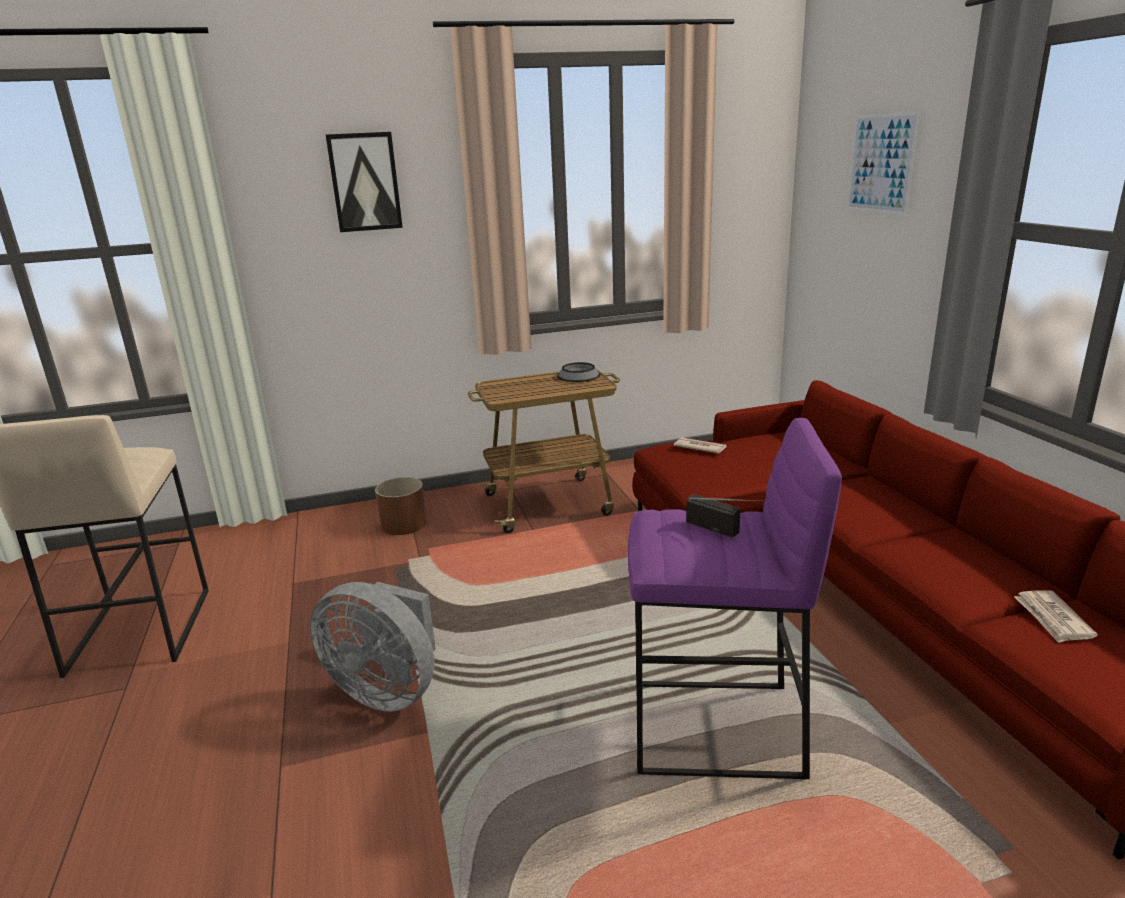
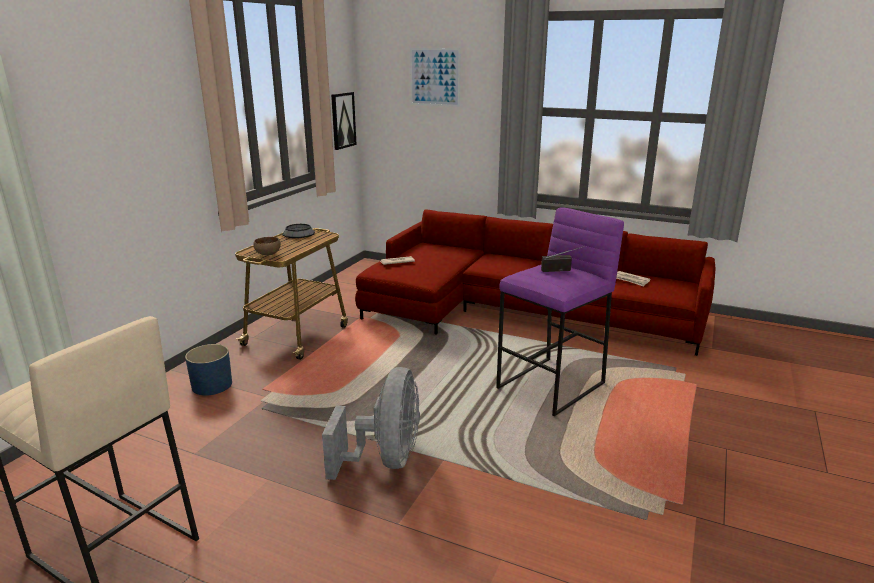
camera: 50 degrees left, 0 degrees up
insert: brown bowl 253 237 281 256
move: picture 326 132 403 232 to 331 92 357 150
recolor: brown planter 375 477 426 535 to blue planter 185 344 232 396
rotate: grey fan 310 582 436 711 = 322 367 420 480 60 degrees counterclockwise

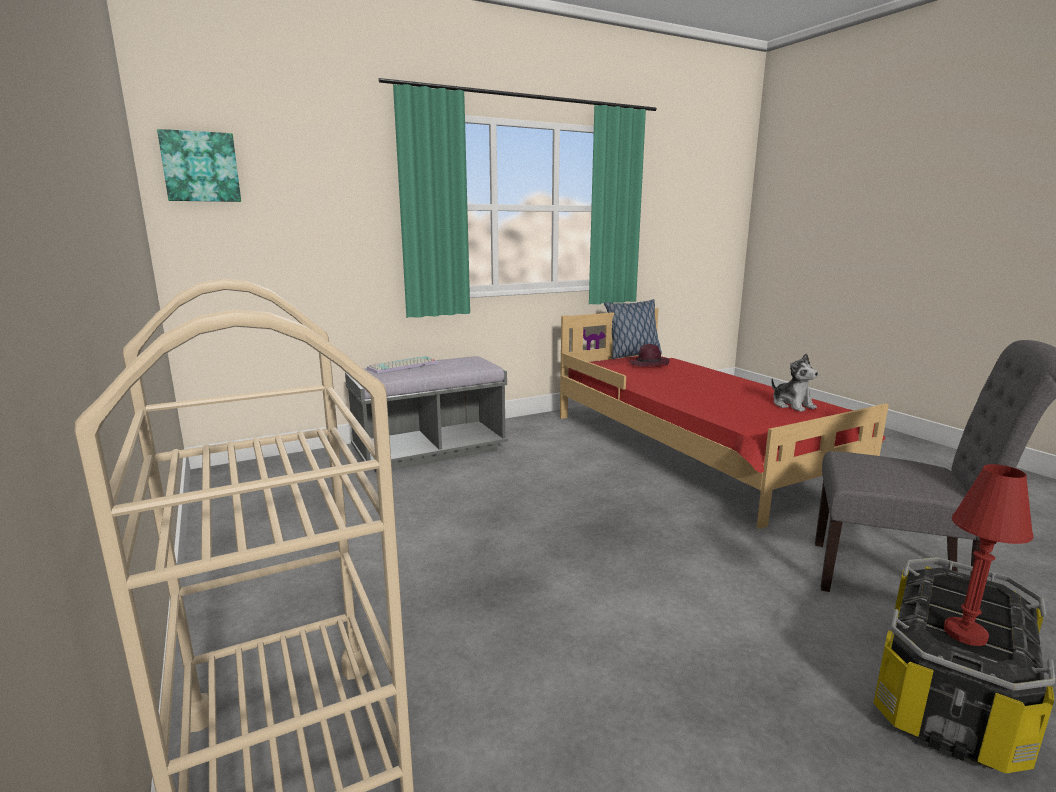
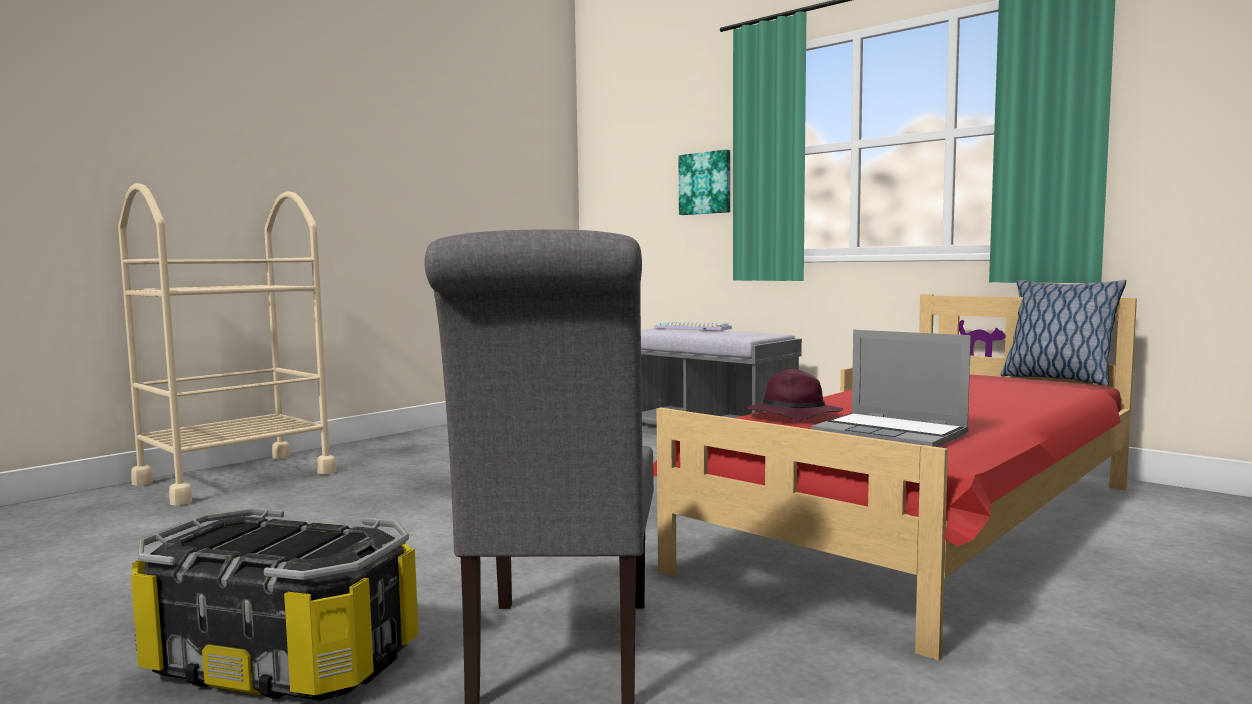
camera: 70 degrees right, 10 degrees down
delete: red table lamp 944 464 1034 646
move: picture 157 129 241 202 to 679 149 730 215; purple hat 629 344 670 366 to 746 369 843 421
replace: plush toy 771 353 819 412 to laptop 811 330 971 447

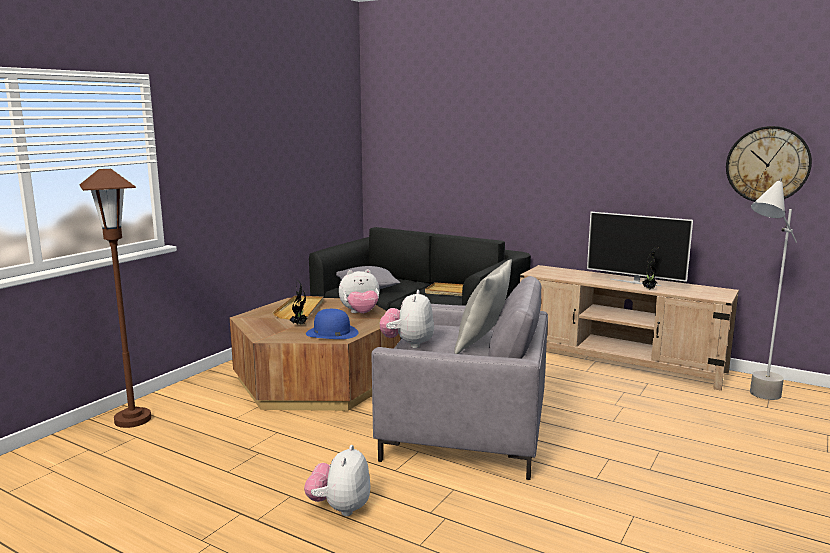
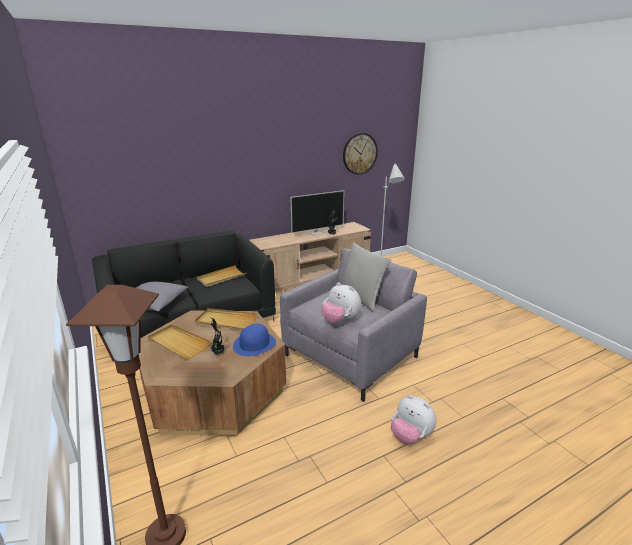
camera: 60 degrees left, 10 degrees up
replace: plush toy 339 269 379 313 to beige tray 195 308 257 330

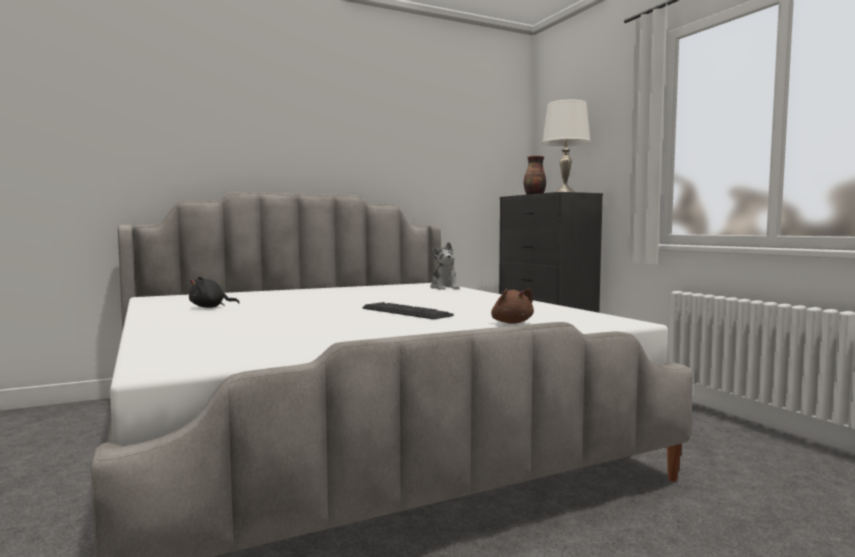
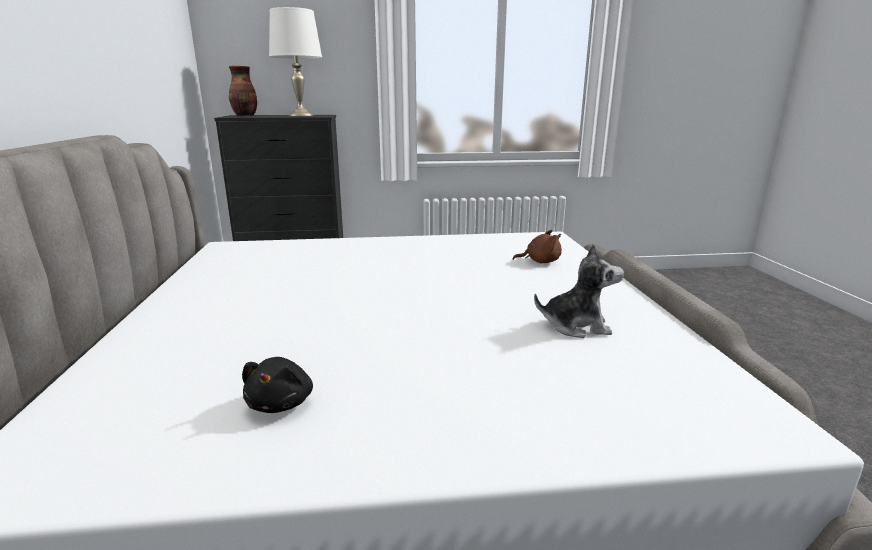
camera: 70 degrees left, 15 degrees up
delete: keyboard 363 302 454 319
move: plush toy 430 242 460 290 to 534 243 624 338

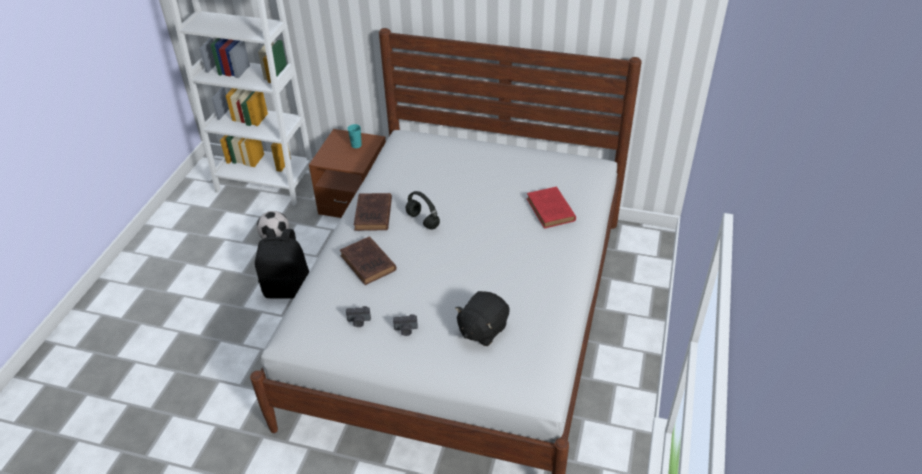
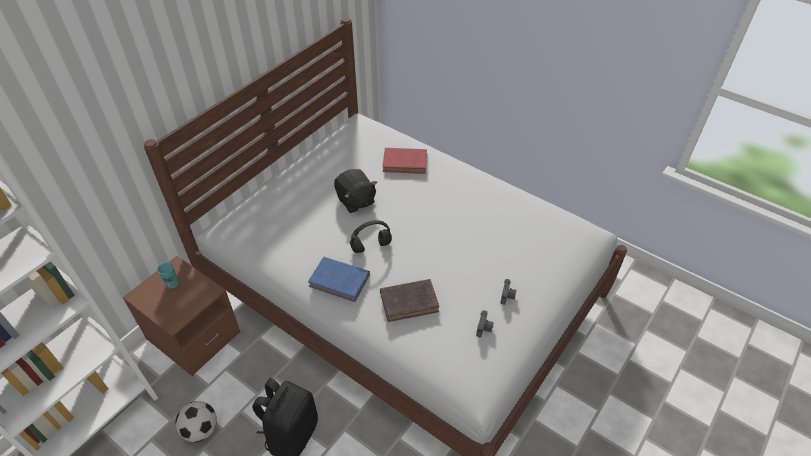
camera: 70 degrees left, 5 degrees up
move: black plush toy 455 291 510 346 to 334 169 377 213
recolor: brown book 354 193 392 231 to blue book 308 257 370 302

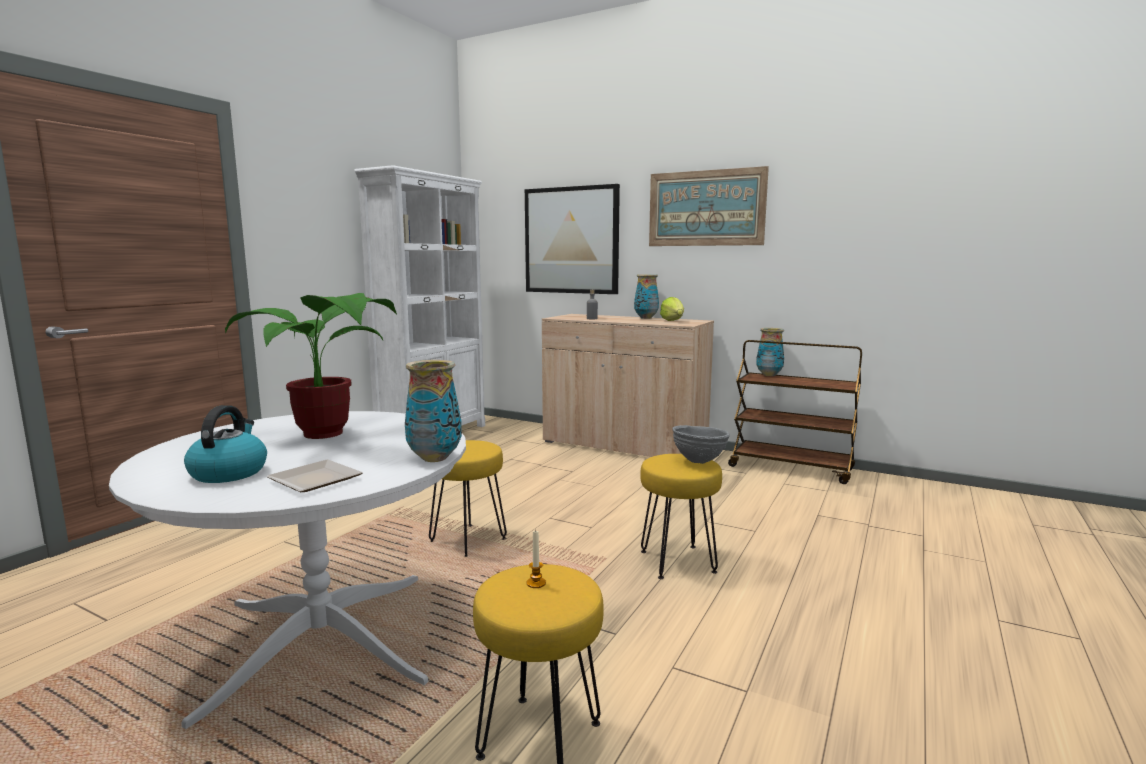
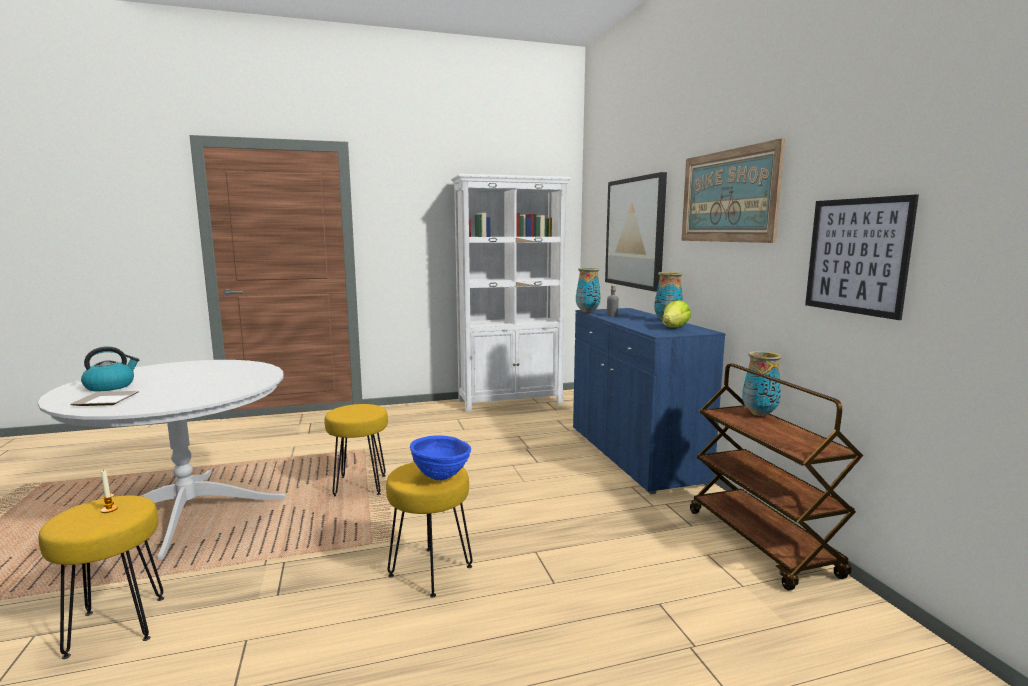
camera: 45 degrees right, 0 degrees up
delete: potted plant 225 293 397 439
insert: picture 805 195 919 320
move: vase 405 360 462 462 to 576 268 601 313
recolor: grey bowl 672 425 730 464 to blue bowl 410 435 471 481; beige cabinet 542 314 714 457 to blue cabinet 573 308 726 494

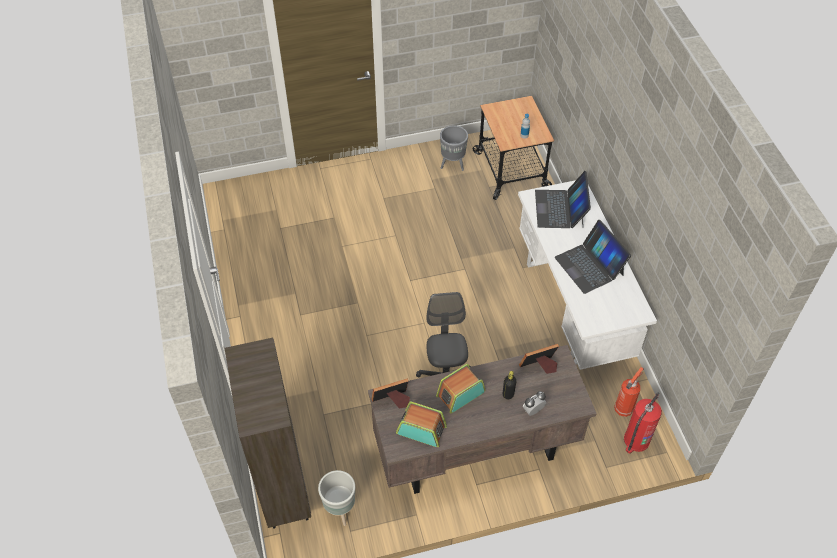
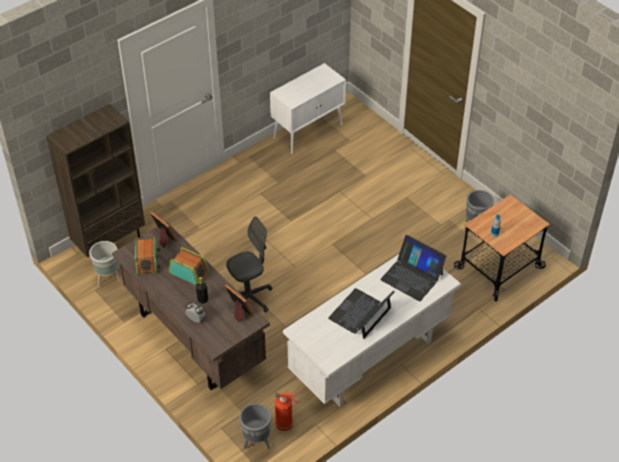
camera: 65 degrees right, 5 degrees down
insert: white cabinet 270 63 346 154
replace: fire extinguisher 624 392 662 453 to grey planter 239 403 271 449
rotate: laptop 535 171 591 228 = 380 235 447 301 120 degrees counterclockwise

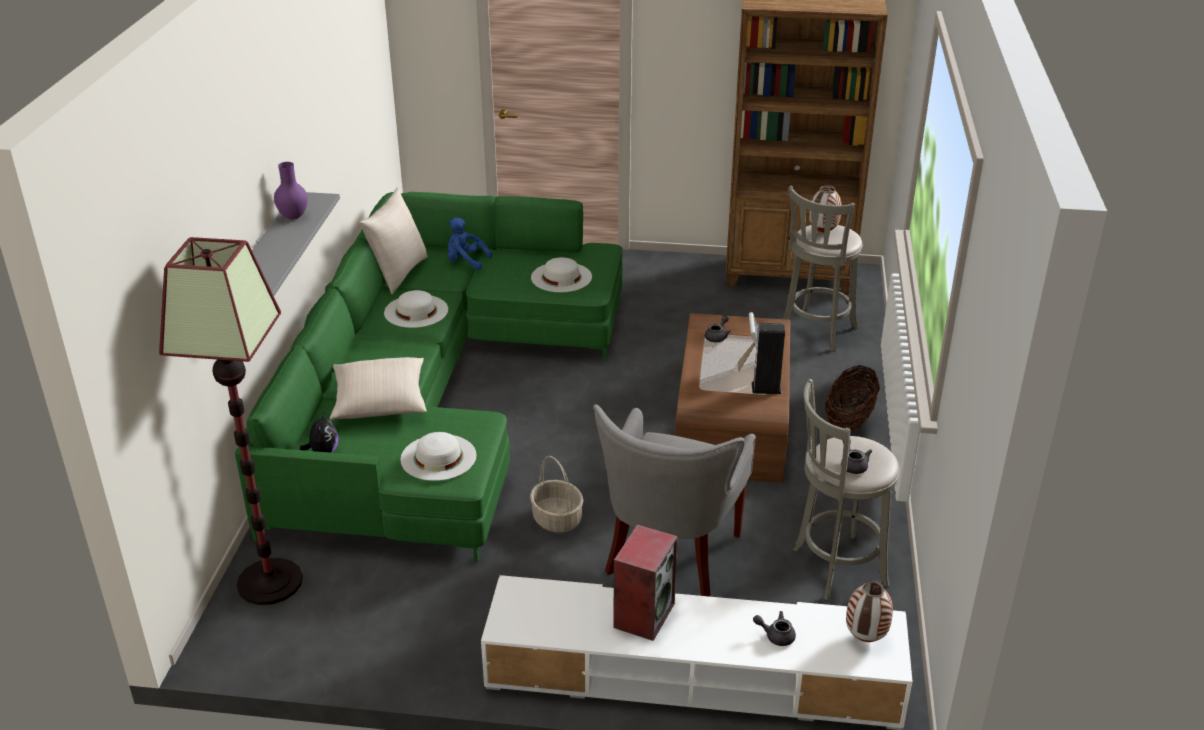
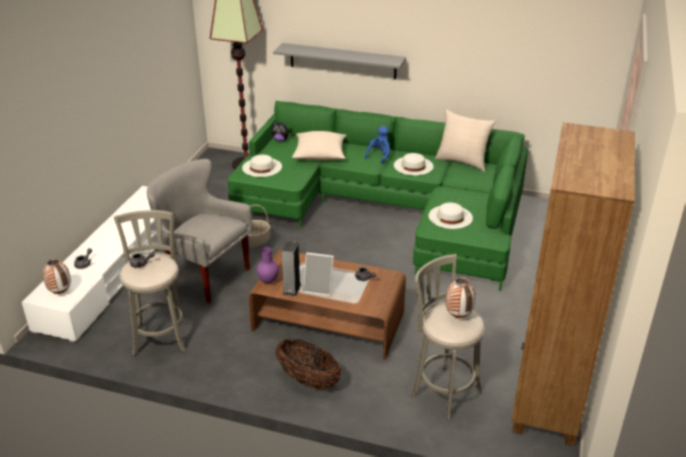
camera: 100 degrees right, 0 degrees up
delete: speaker 613 525 678 641
move: purple vase 274 162 308 220 to 257 247 279 284; blue plush toy 448 217 492 270 to 365 126 390 164

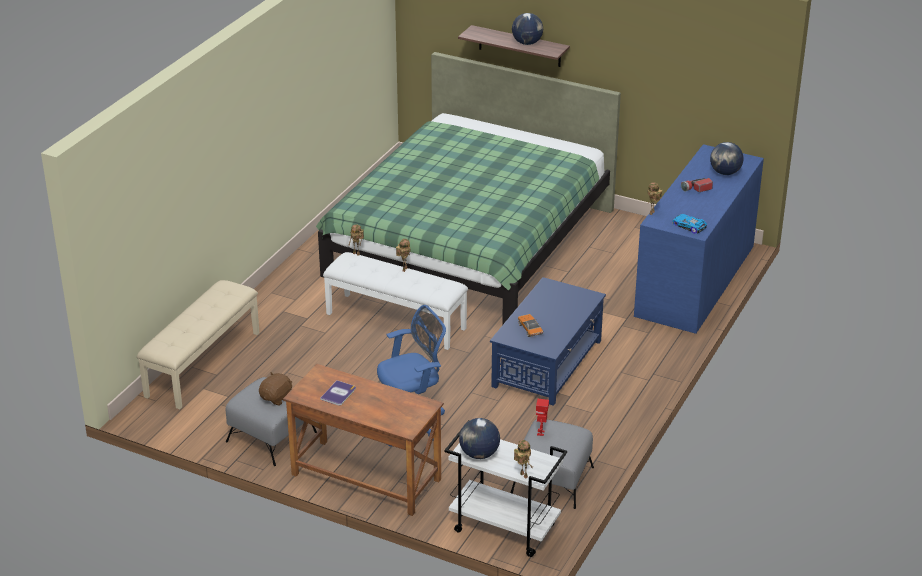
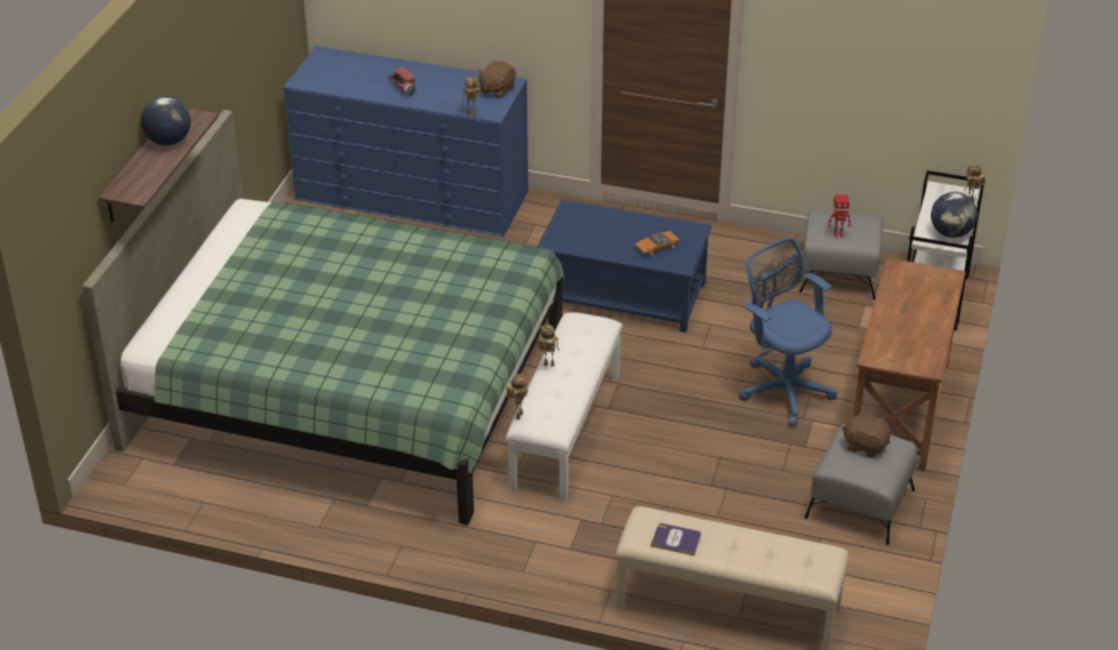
camera: 100 degrees left, 5 degrees up
delete: globe 710 142 743 175
move: book 320 380 356 406 to 651 523 701 556
replace: toy car 672 214 707 234 to brown plush toy 477 61 516 98

